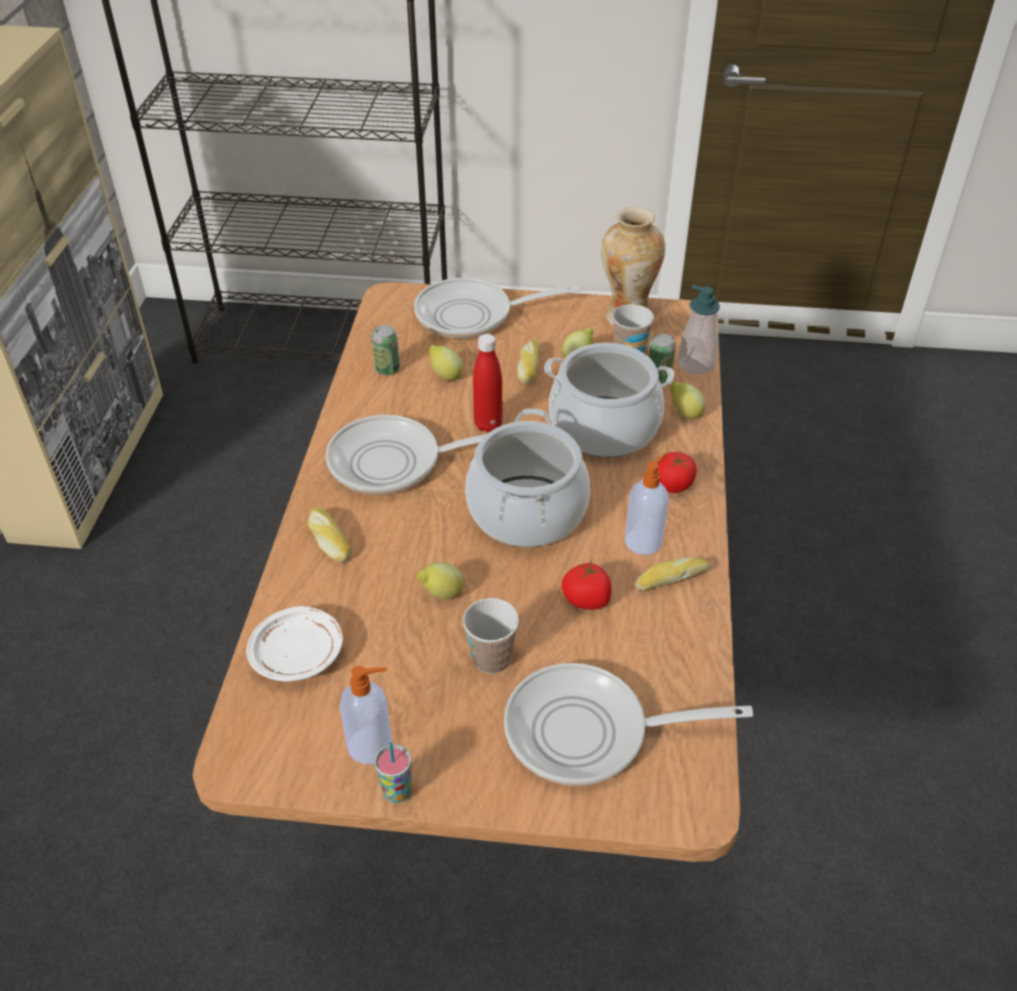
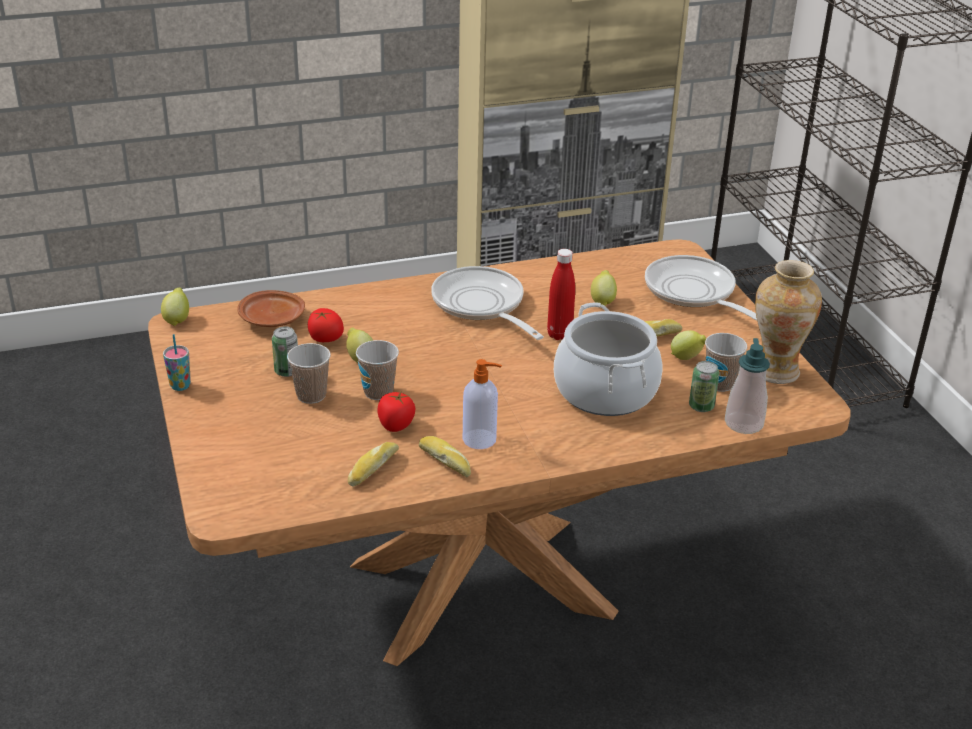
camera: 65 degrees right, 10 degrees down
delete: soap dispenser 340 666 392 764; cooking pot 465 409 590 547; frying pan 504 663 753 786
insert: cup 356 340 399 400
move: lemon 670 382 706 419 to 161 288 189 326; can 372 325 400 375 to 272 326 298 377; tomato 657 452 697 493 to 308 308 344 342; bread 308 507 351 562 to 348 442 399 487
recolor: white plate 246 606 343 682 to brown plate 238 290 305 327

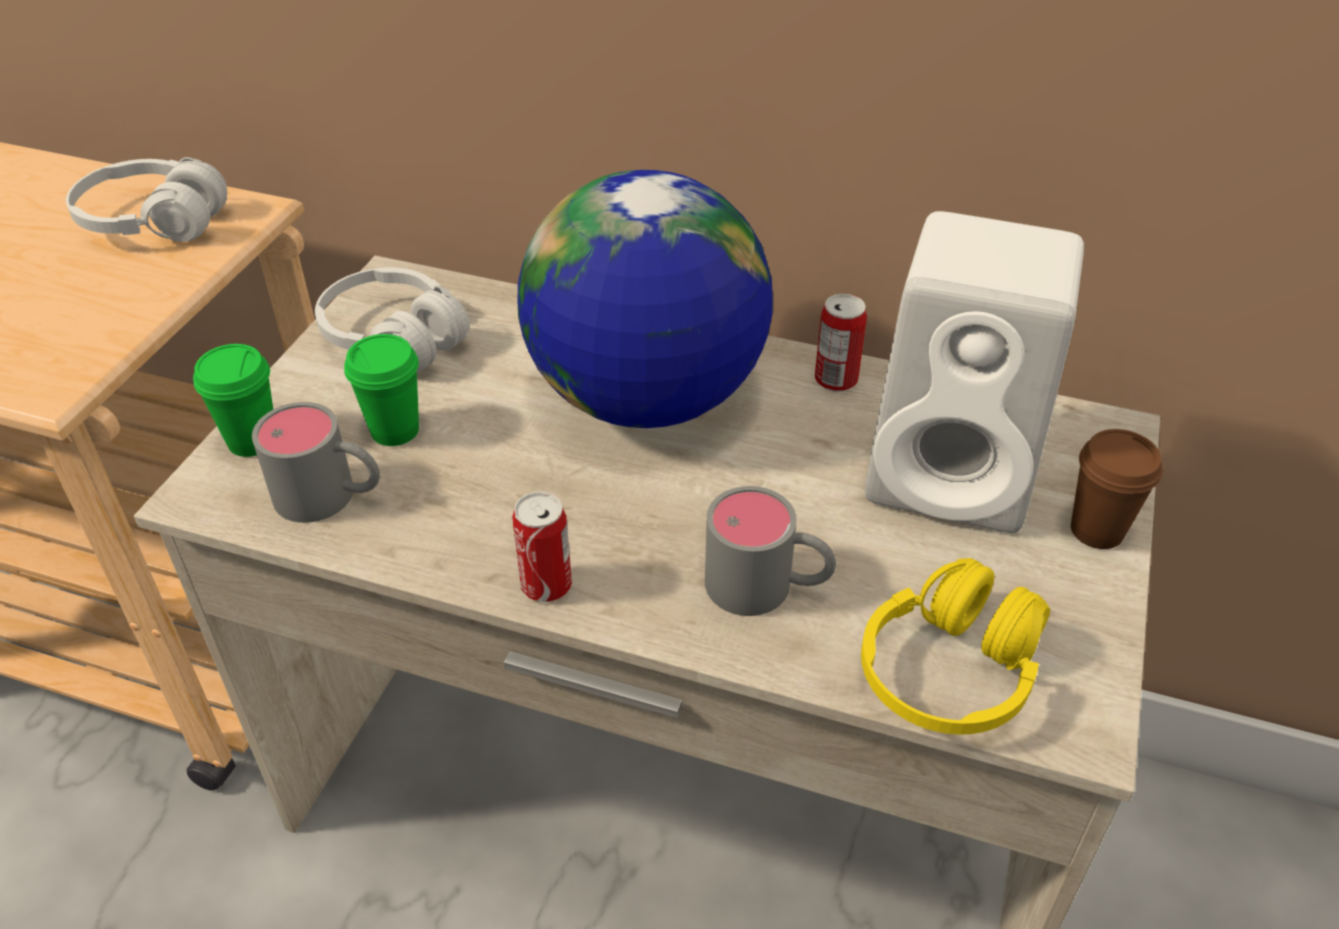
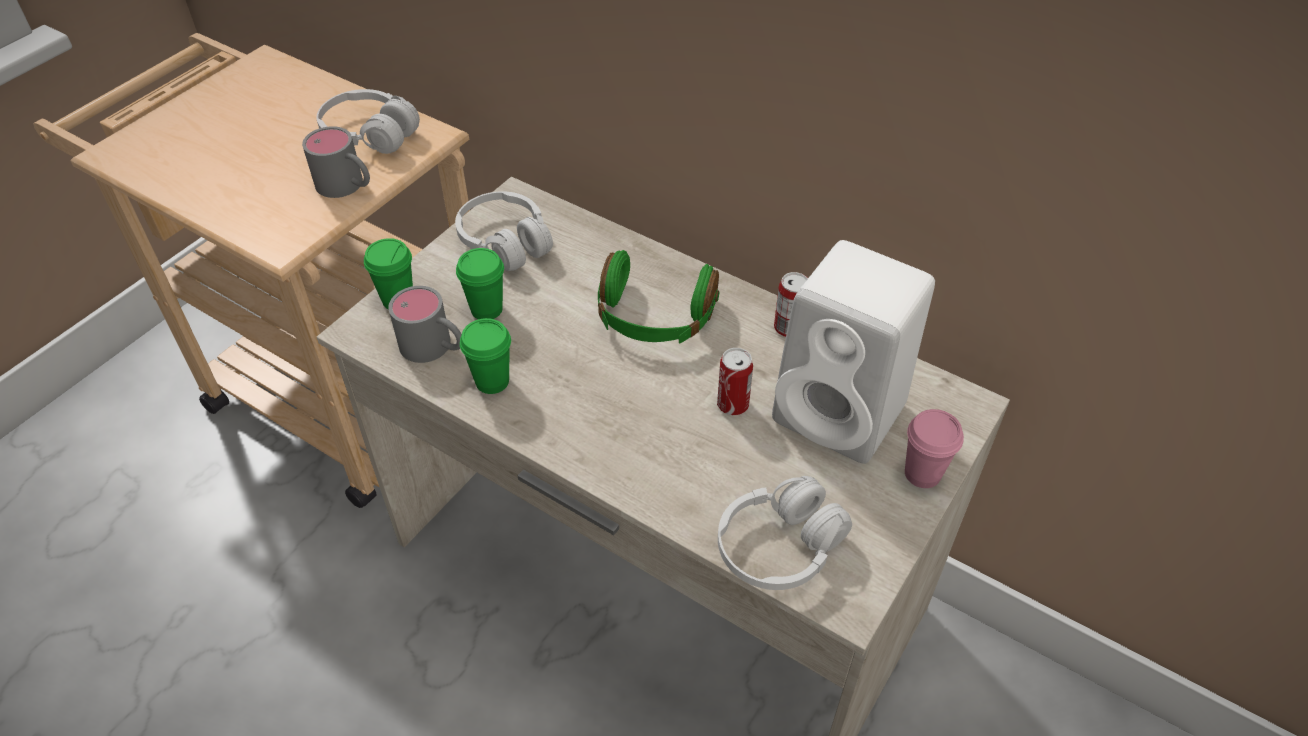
camera: 15 degrees right, 5 degrees up
insert: green cup 460 318 511 394
move: grey mug 705 486 836 616 to 302 126 370 198; can 512 492 572 602 to 717 348 753 415
replace: globe 518 170 773 428 to green headphones 598 250 719 343
recolor: yellow headphones 861 558 1050 735 to white headphones 718 476 852 590; brown cup 1071 429 1163 549 to pink cup 905 409 964 488

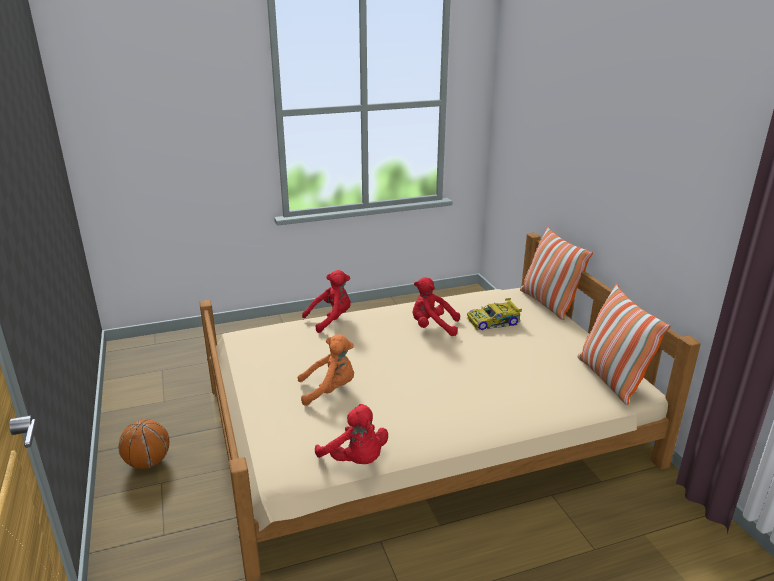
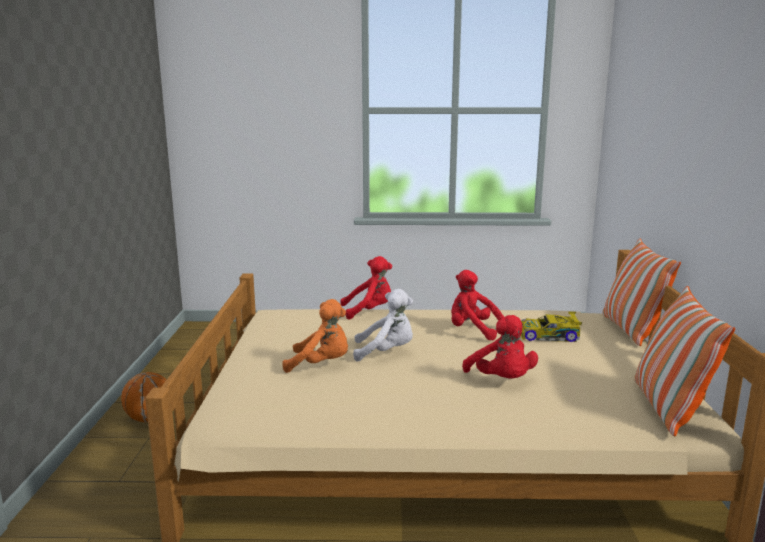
camera: 20 degrees right, 10 degrees down
insert: white plush toy 353 289 413 362
move: red plush toy 315 404 388 464 to 462 315 538 379

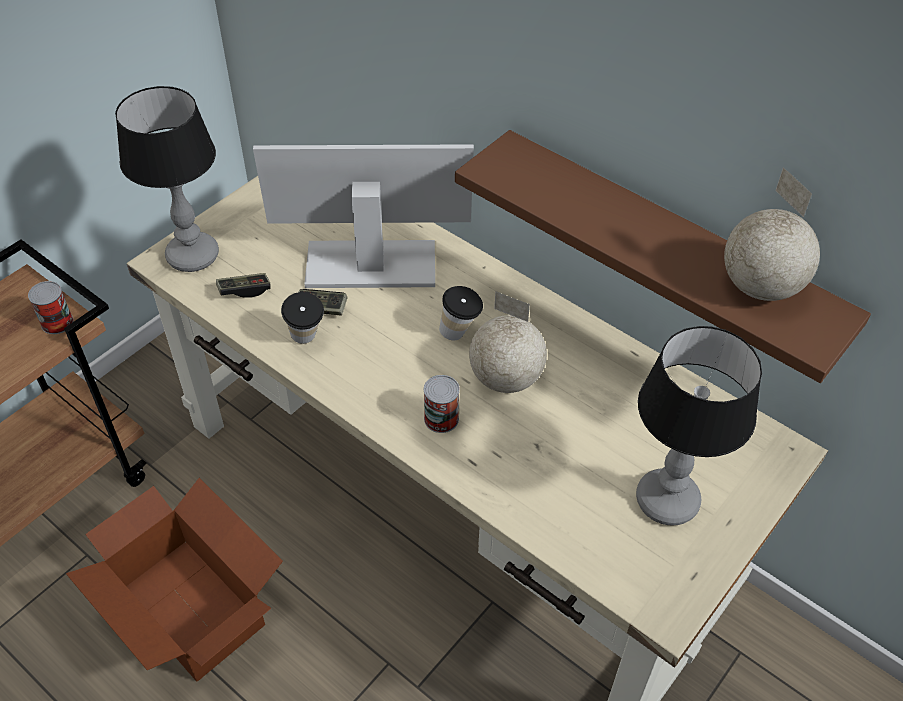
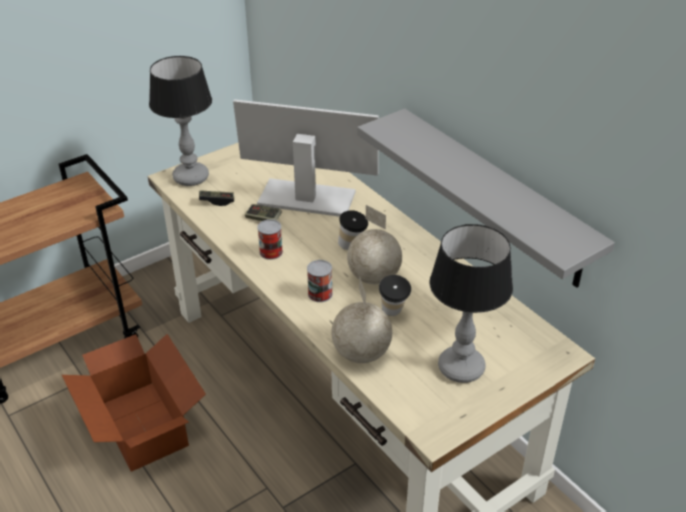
camera: 15 degrees right, 10 degrees down
move: can 28 281 74 334 to 257 219 283 260; globe 724 167 820 301 to 331 276 392 363; cup 281 292 324 344 to 379 275 411 316
recolor: brown shelf 455 130 871 383 to grey shelf 357 108 615 288

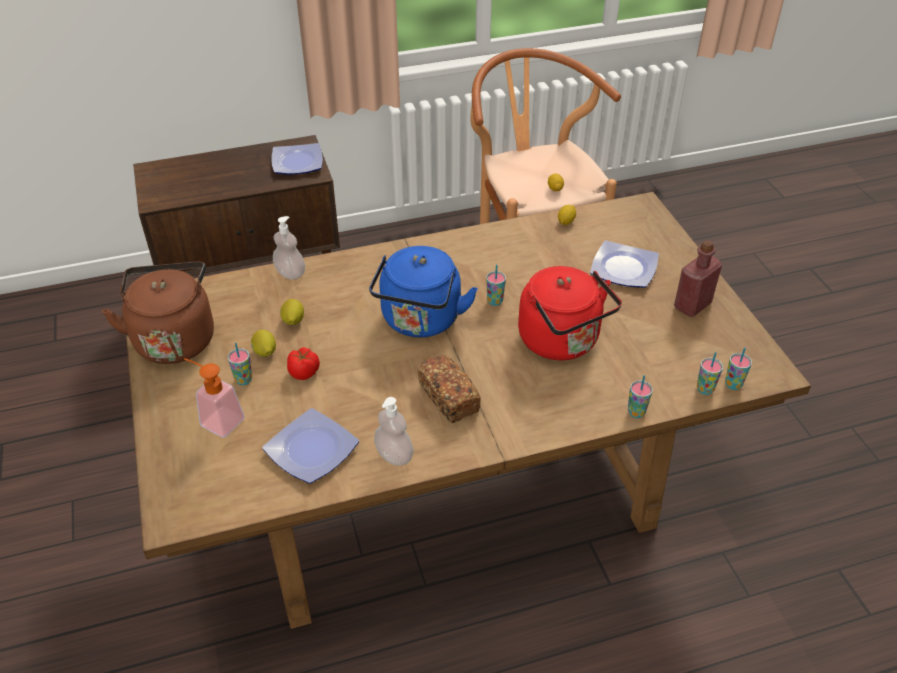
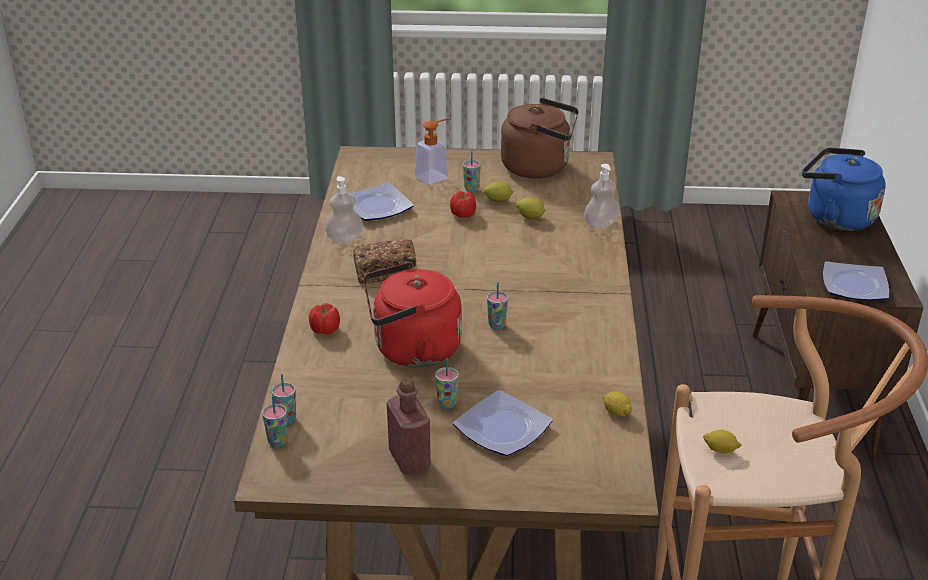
camera: 110 degrees right, 10 degrees down
insert: tomato 309 303 340 334
move: cup 628 375 653 418 to 435 359 459 409; blue kettle 369 246 478 338 to 802 148 886 231

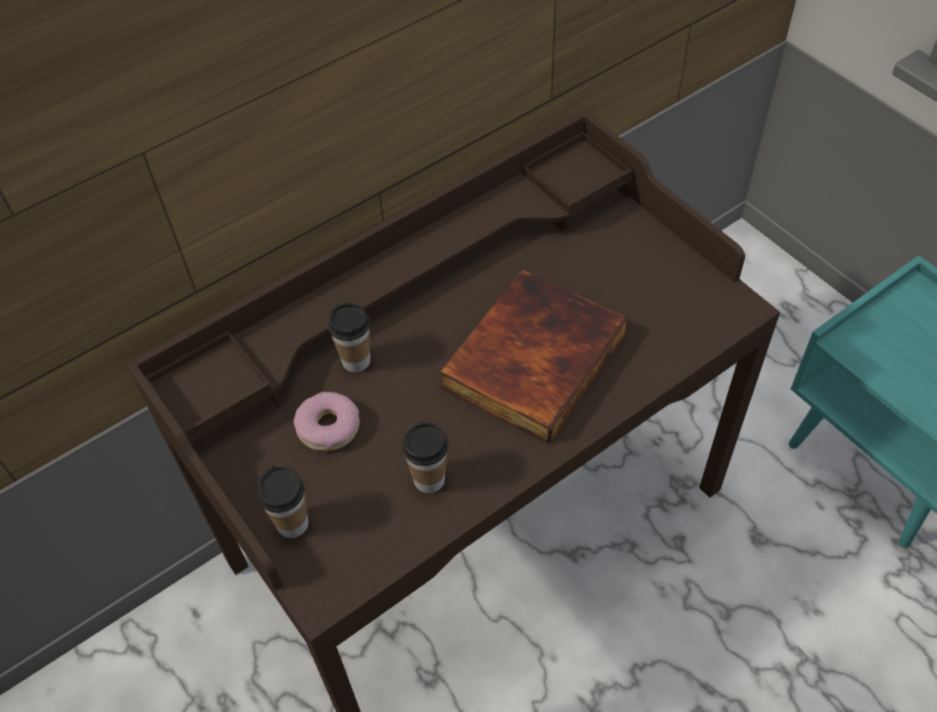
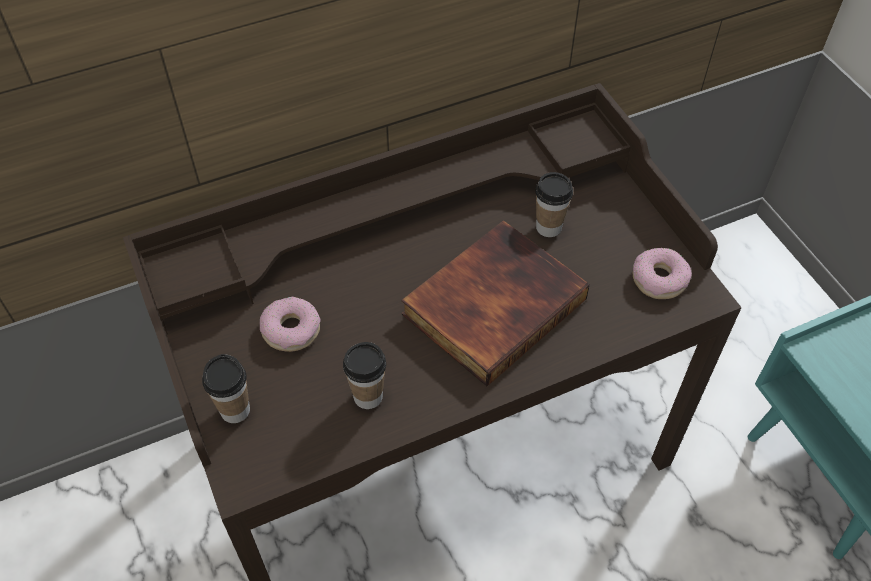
camera: 10 degrees right, 0 degrees up
insert: donut 633 248 692 299
move: cup 328 302 370 372 to 535 172 573 237

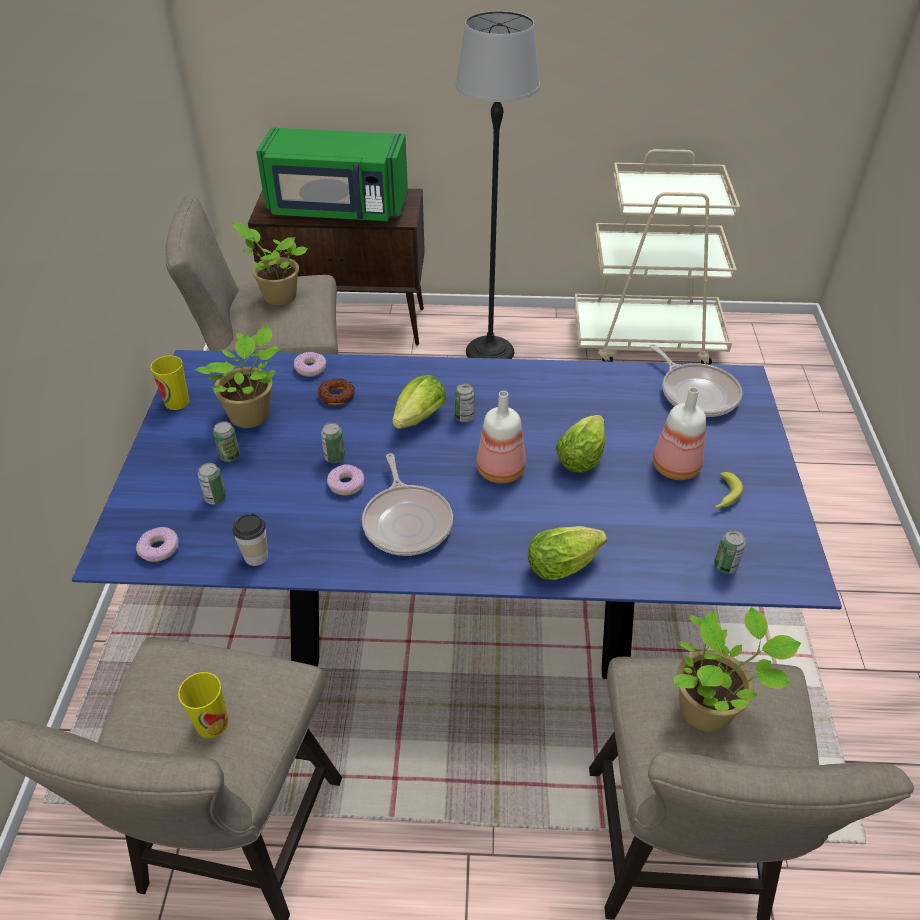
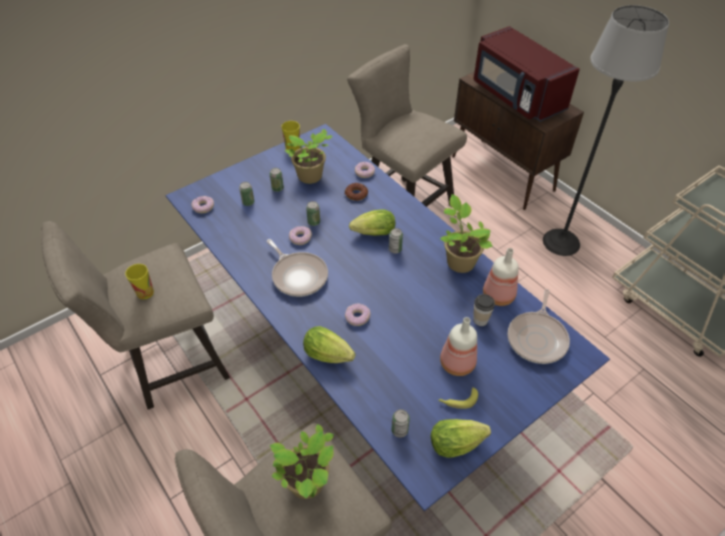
camera: 50 degrees right, 5 degrees up
insert: donut 345 304 370 326
move: lettuce 556 415 605 473 to 431 419 491 458; potted plant 231 222 308 305 to 440 194 493 273; cup 233 514 268 566 to 473 294 495 326; bottle 476 391 526 484 to 483 248 519 306
recolor: green microwave 256 127 408 221 to red microwave 474 26 580 122
rotate: frying pan 362 453 453 556 = 267 239 328 297 75 degrees counterclockwise

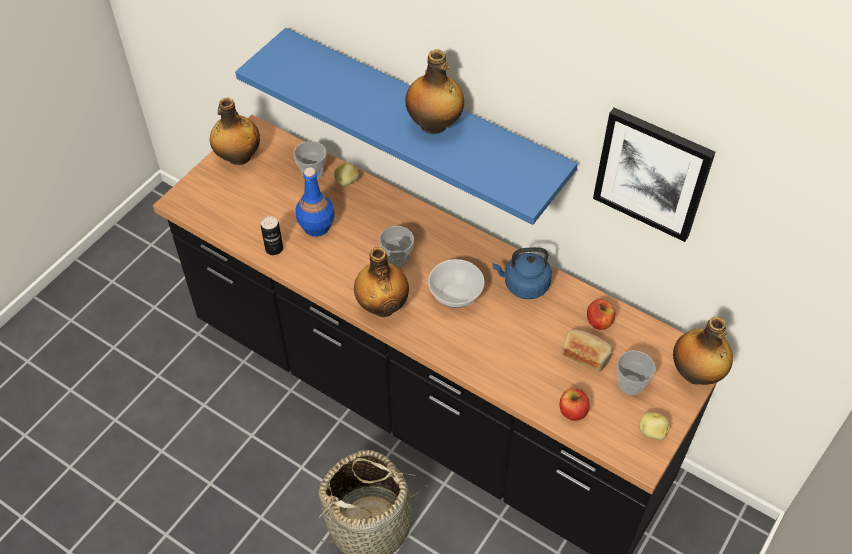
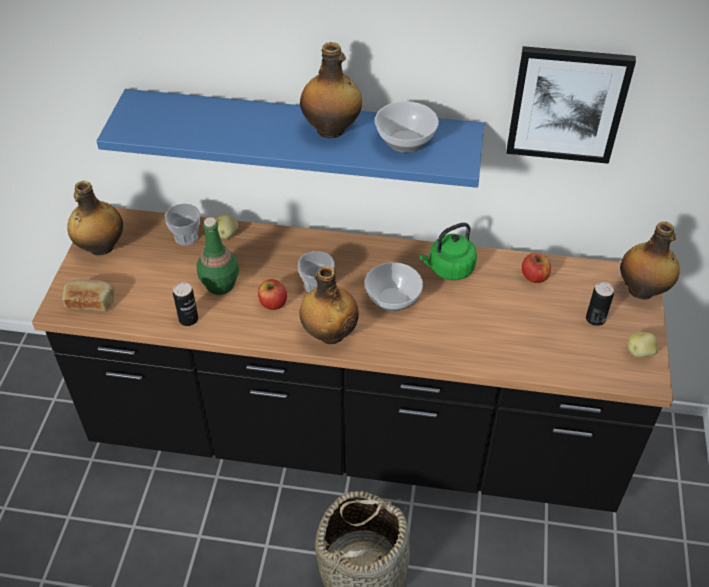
camera: 25 degrees left, 5 degrees down
insert: bowl 375 101 439 153
move: bread 562 329 613 372 to 63 279 114 311; apple 560 388 590 421 to 258 279 287 310
replace: cup 617 351 656 395 to can 586 282 614 326
recolor: blue bottle 295 168 335 237 to green bottle 196 217 239 295; blue kettle 492 247 552 299 to green kettle 419 223 477 280

